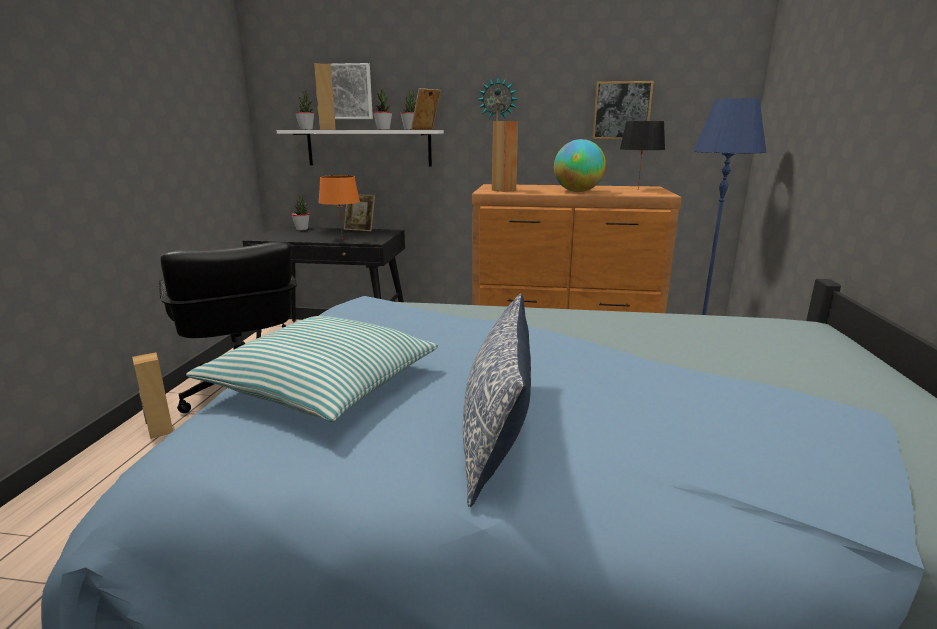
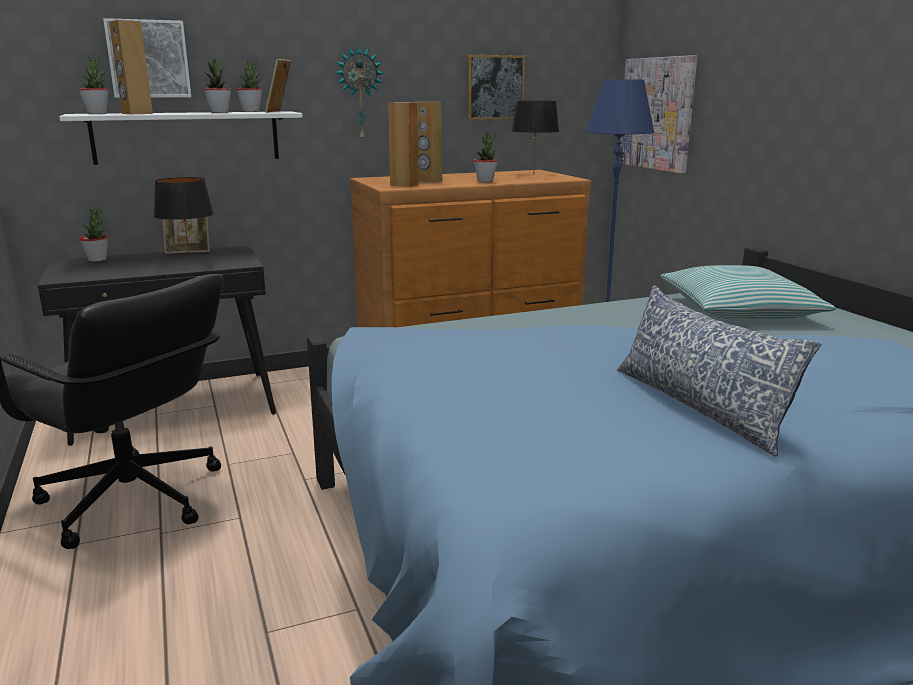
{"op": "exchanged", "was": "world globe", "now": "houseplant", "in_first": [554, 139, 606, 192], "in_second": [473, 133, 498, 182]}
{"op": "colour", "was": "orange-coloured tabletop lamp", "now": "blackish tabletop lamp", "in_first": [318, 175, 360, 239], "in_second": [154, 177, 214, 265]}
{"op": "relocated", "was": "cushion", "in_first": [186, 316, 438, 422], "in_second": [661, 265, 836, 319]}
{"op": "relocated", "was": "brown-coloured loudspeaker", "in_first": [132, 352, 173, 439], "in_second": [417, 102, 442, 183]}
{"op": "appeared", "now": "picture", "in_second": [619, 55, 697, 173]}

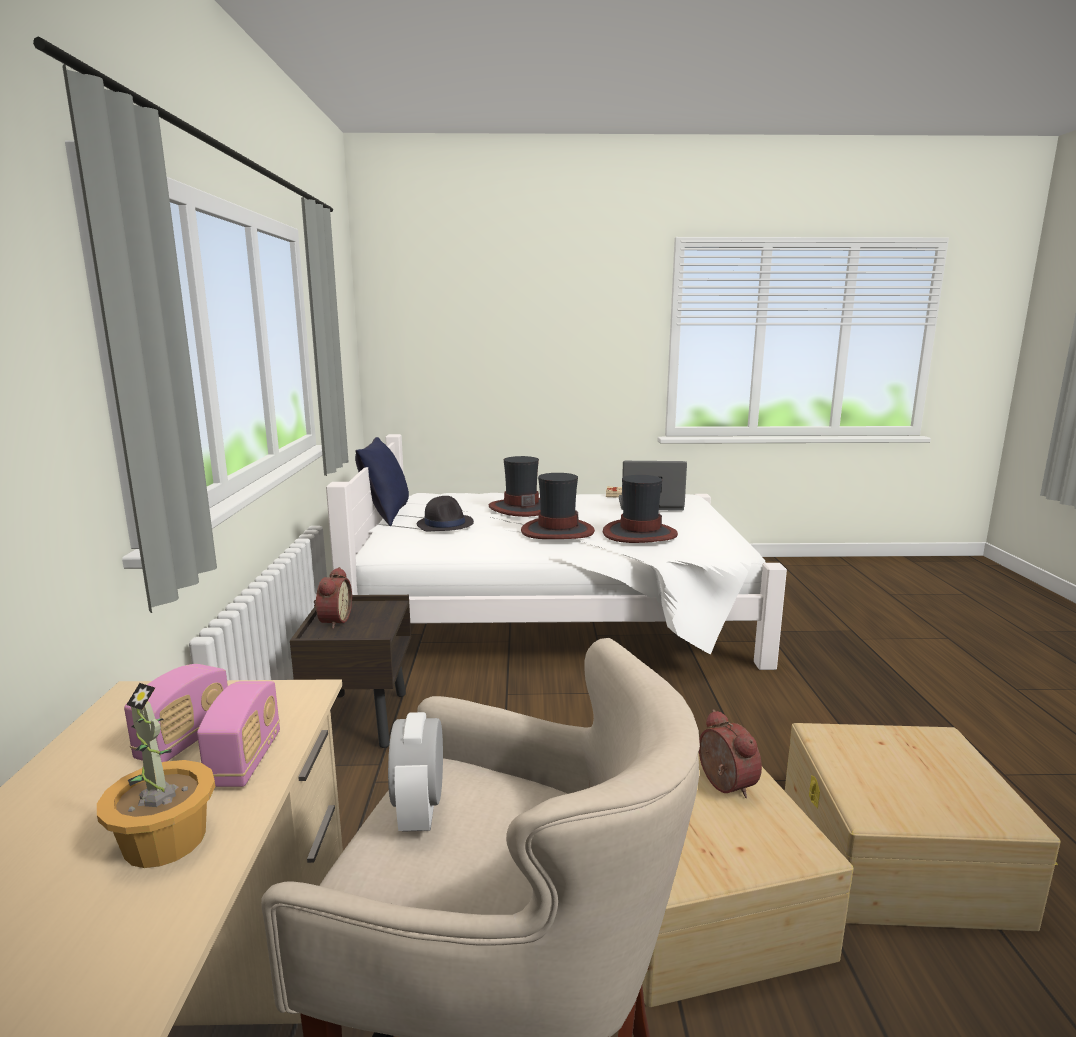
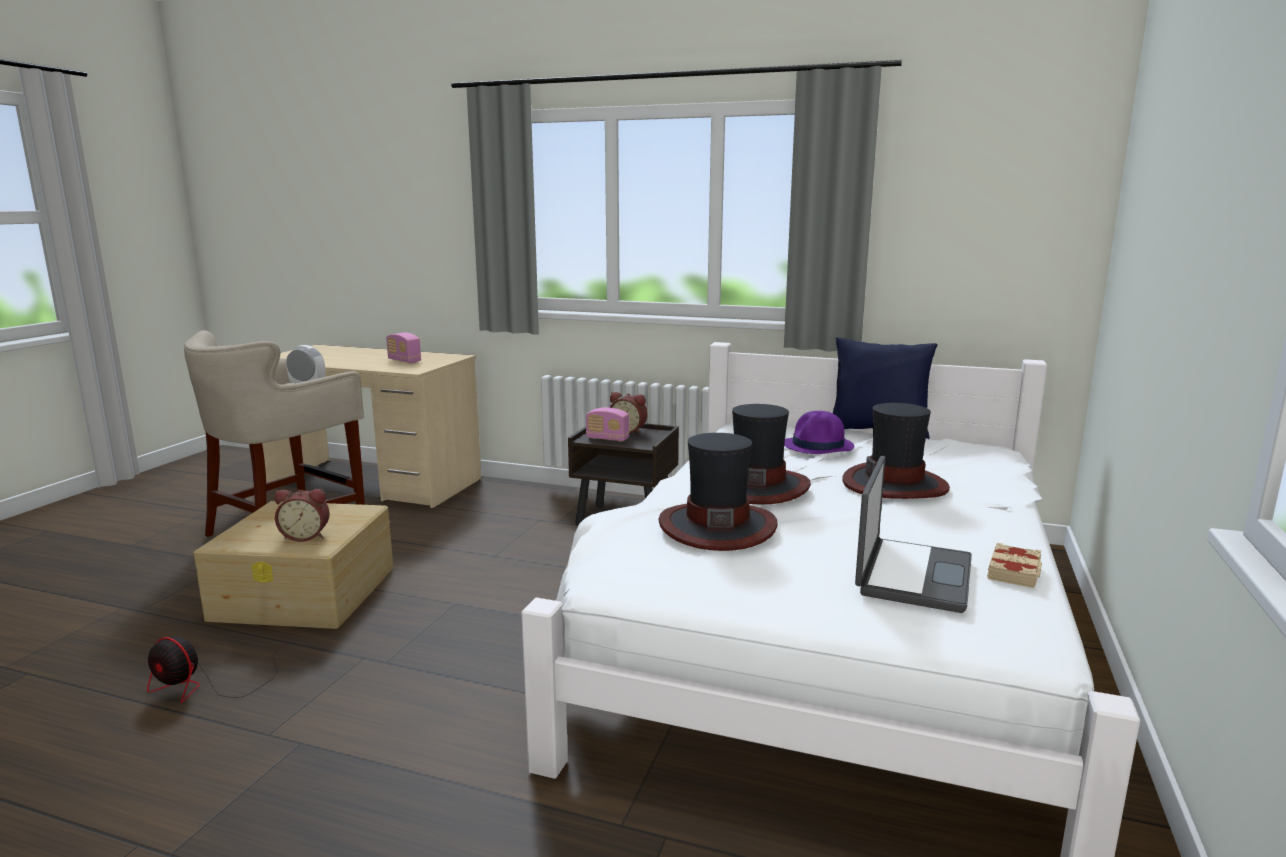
{"op": "colour", "was": "blackish clothing hat", "now": "purple-coloured clothing hat", "in_first": [417, 496, 474, 532], "in_second": [784, 411, 854, 454]}
{"op": "relocated", "was": "radio", "in_first": [197, 681, 280, 787], "in_second": [586, 407, 629, 442]}
{"op": "missing", "was": "houseplant", "in_first": [97, 683, 215, 868]}
{"op": "exchanged", "was": "beige storage container", "now": "electric fan", "in_first": [785, 723, 1061, 931], "in_second": [147, 636, 289, 703]}

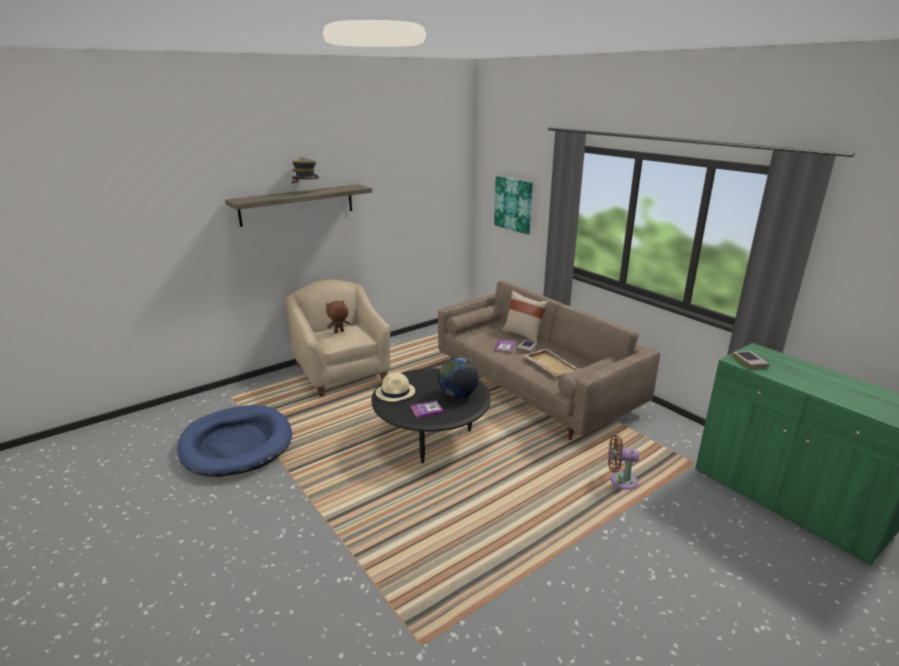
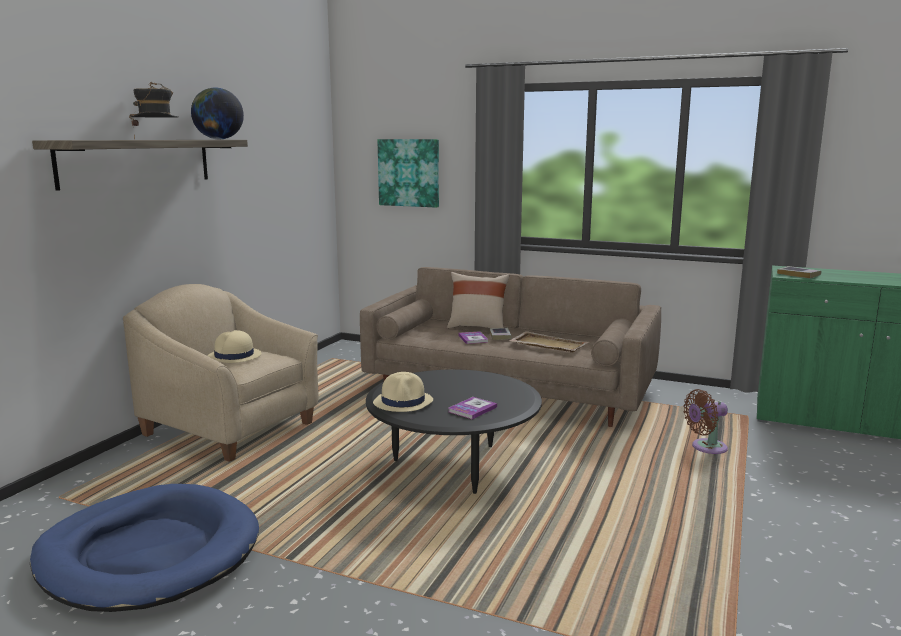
{"op": "exchanged", "was": "brown-coloured cuddly toy", "now": "beige clothing hat", "in_first": [326, 300, 350, 333], "in_second": [207, 330, 262, 363]}
{"op": "relocated", "was": "world globe", "in_first": [438, 358, 479, 398], "in_second": [191, 88, 244, 139]}

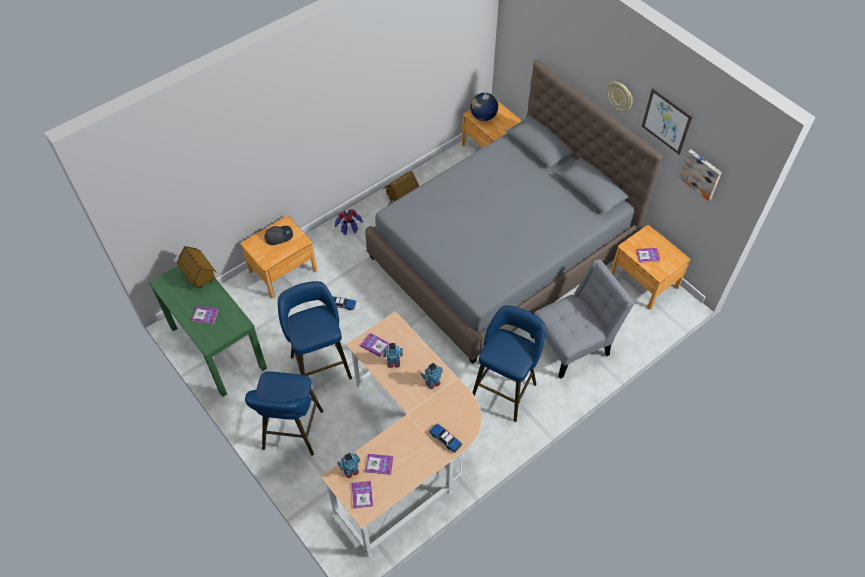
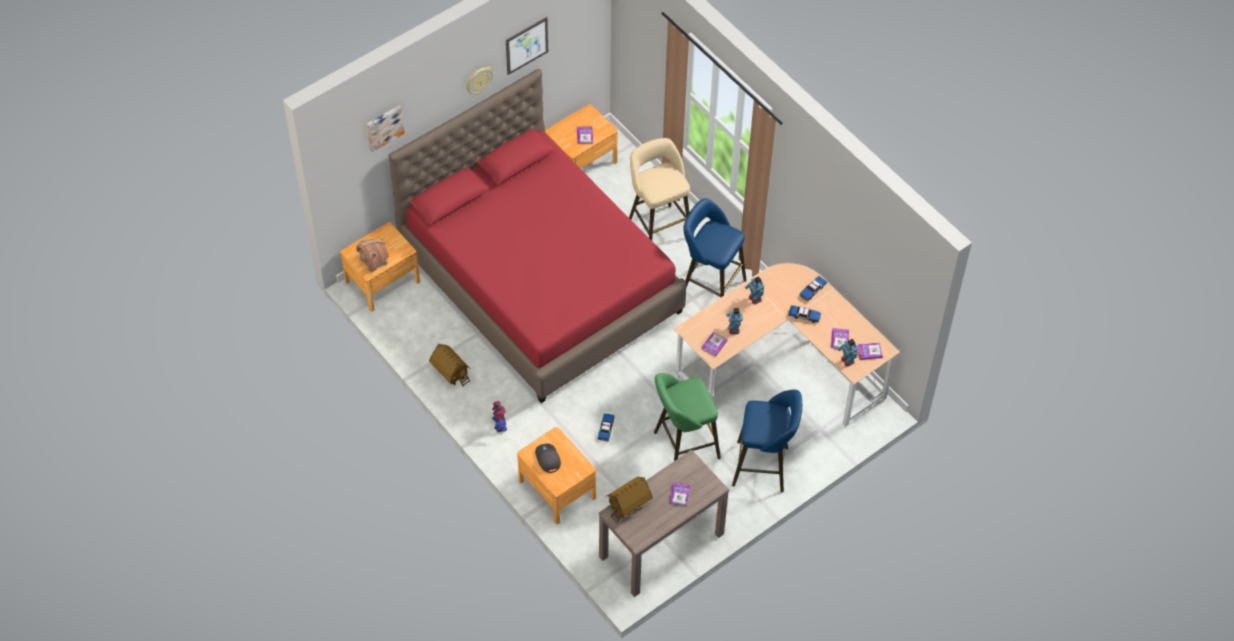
{"op": "colour", "was": "gray sleeping bed", "now": "red-coloured sleeping bed", "in_first": [365, 60, 663, 364], "in_second": [389, 69, 687, 403]}
{"op": "exchanged", "was": "world globe", "now": "miniature house", "in_first": [470, 93, 498, 121], "in_second": [356, 239, 389, 274]}
{"op": "relocated", "was": "picture", "in_first": [679, 149, 722, 201], "in_second": [366, 105, 405, 152]}
{"op": "exchanged", "was": "gray chair", "now": "beige stool", "in_first": [530, 259, 635, 379], "in_second": [629, 138, 690, 241]}
{"op": "colour", "was": "greenish hall table", "now": "brown-coloured hall table", "in_first": [149, 265, 267, 397], "in_second": [599, 449, 729, 597]}
{"op": "colour", "was": "bluish stool", "now": "greenish stool", "in_first": [278, 281, 352, 380], "in_second": [654, 373, 721, 461]}
{"op": "appeared", "now": "miniature car", "in_second": [788, 305, 821, 323]}

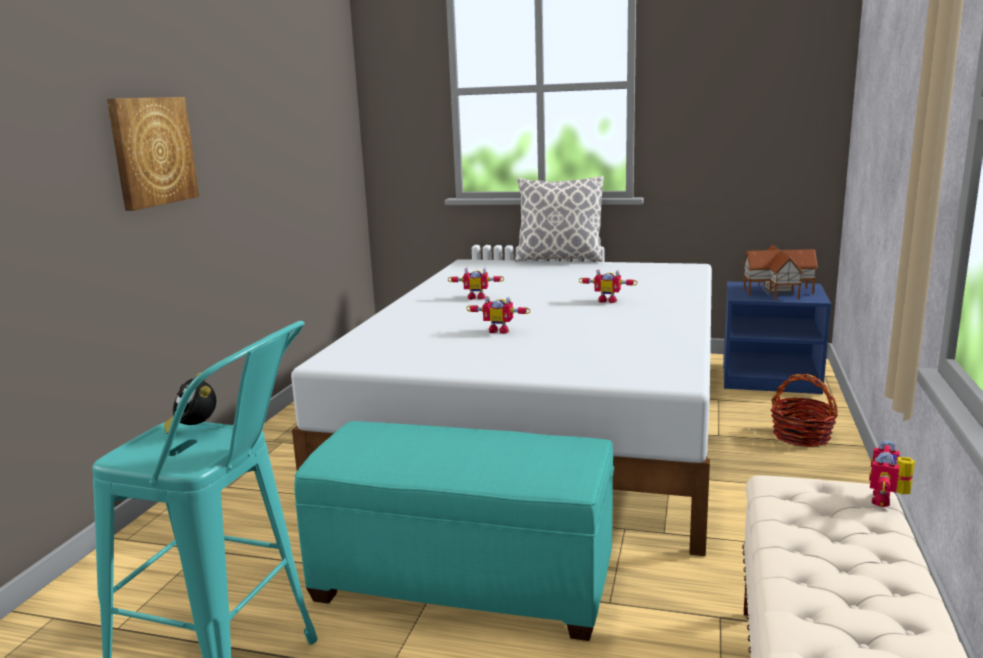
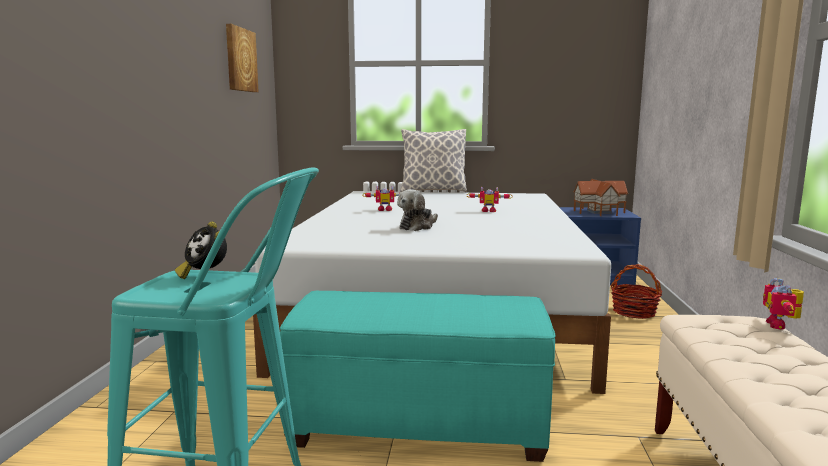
{"op": "relocated", "was": "picture", "in_first": [107, 97, 199, 211], "in_second": [226, 24, 259, 92]}
{"op": "exchanged", "was": "robot figure", "now": "cuddly toy", "in_first": [466, 296, 530, 334], "in_second": [397, 189, 438, 231]}

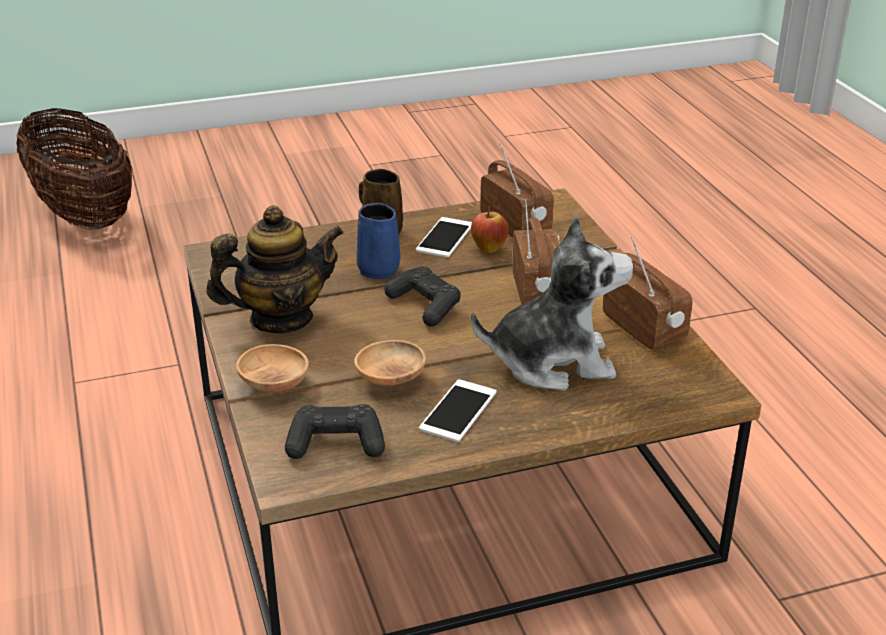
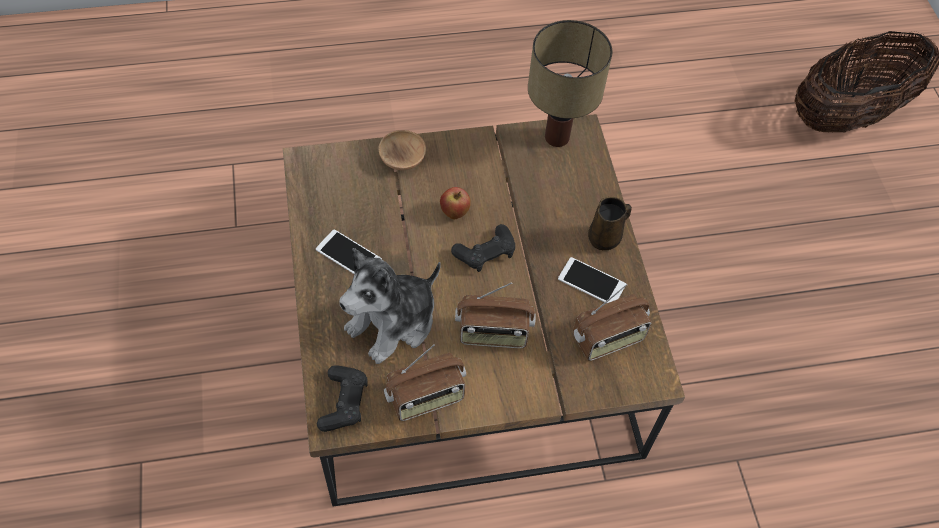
{"op": "missing", "was": "bluish tea mug", "in_first": [357, 203, 400, 279]}
{"op": "missing", "was": "teapot", "in_first": [206, 205, 344, 333]}
{"op": "relocated", "was": "apple fruit", "in_first": [471, 206, 509, 253], "in_second": [440, 187, 471, 219]}
{"op": "spun", "was": "cuddly toy", "in_first": [471, 215, 634, 391], "in_second": [340, 248, 441, 364], "clockwise": 45}
{"op": "missing", "was": "brown-coloured serving bowl", "in_first": [354, 340, 426, 386]}
{"op": "relocated", "was": "blackish game controller", "in_first": [285, 404, 385, 459], "in_second": [317, 365, 368, 432]}
{"op": "appeared", "now": "tabletop lamp", "in_second": [528, 20, 612, 147]}

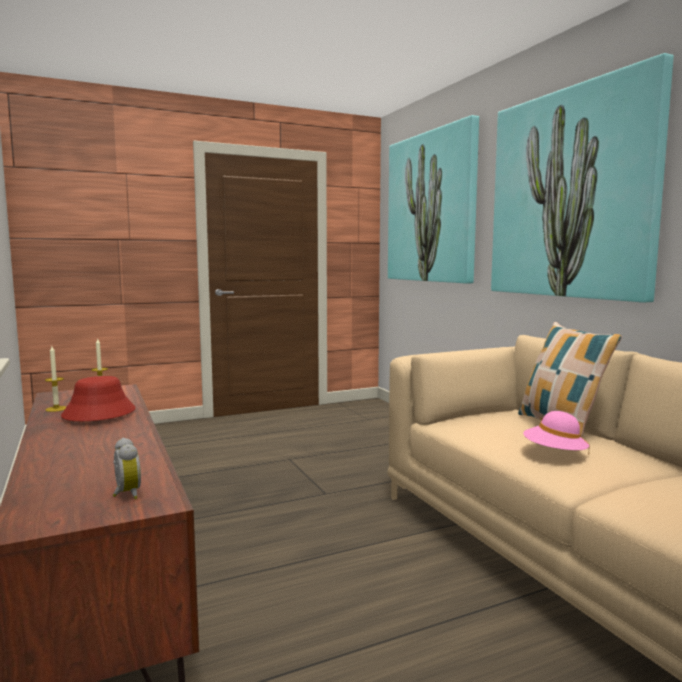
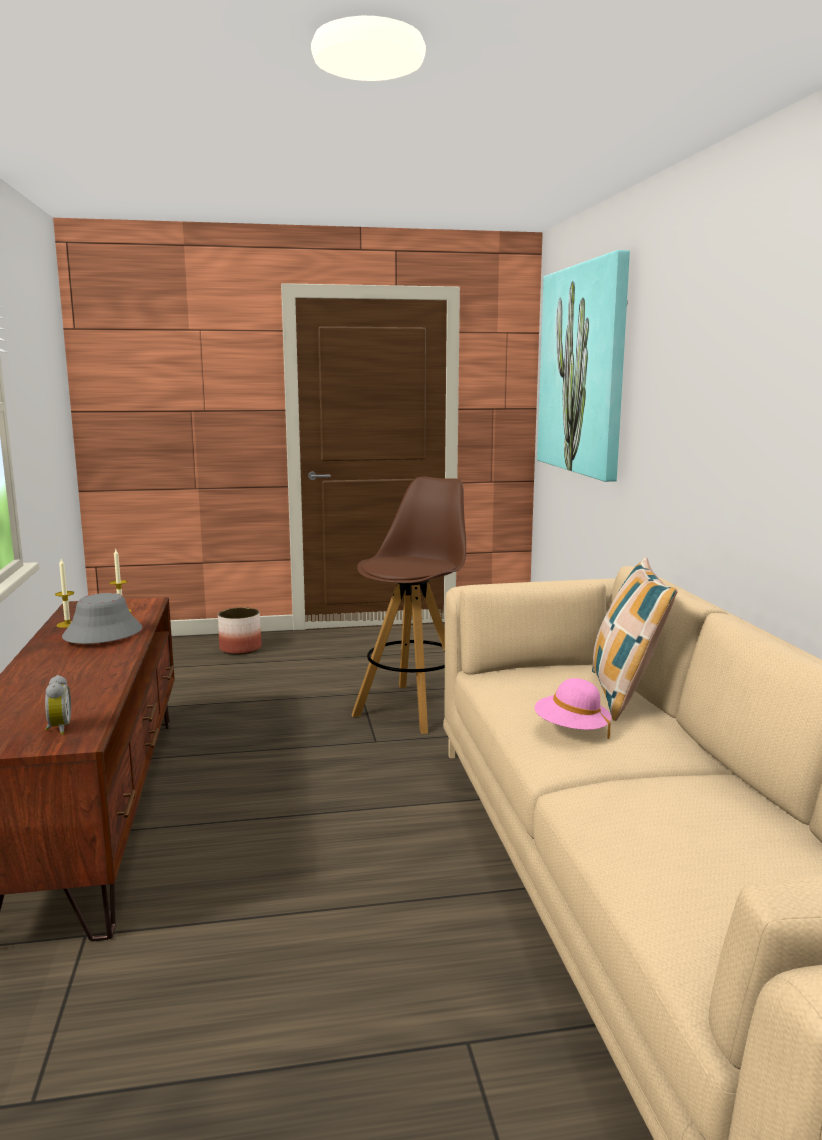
{"op": "missing", "was": "picture", "in_first": [491, 53, 674, 303]}
{"op": "colour", "was": "red-coloured clothing hat", "now": "gray clothing hat", "in_first": [61, 376, 136, 421], "in_second": [62, 593, 142, 644]}
{"op": "appeared", "now": "brown-coloured stool", "in_second": [352, 476, 466, 734]}
{"op": "appeared", "now": "planter", "in_second": [218, 607, 262, 655]}

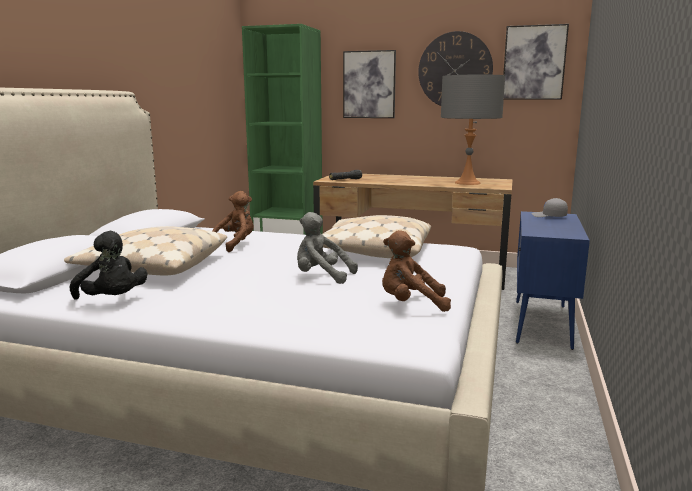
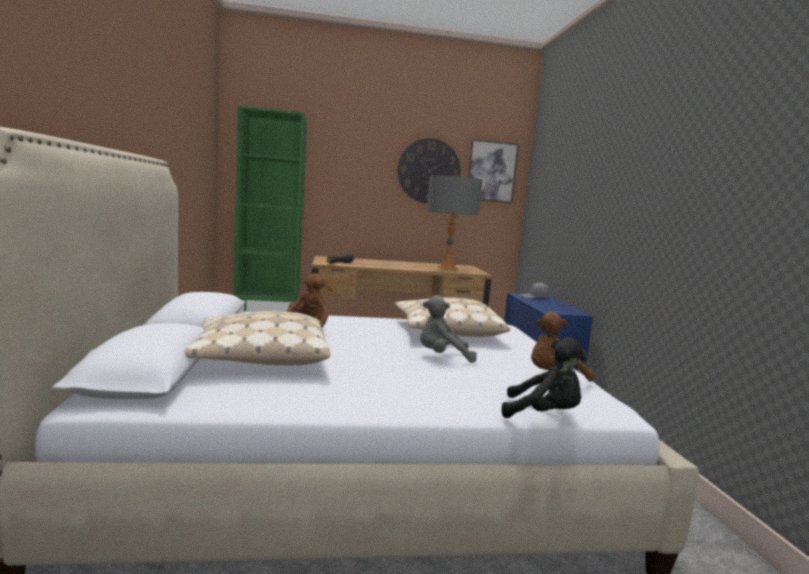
{"op": "missing", "was": "picture", "in_first": [343, 50, 396, 118]}
{"op": "relocated", "was": "blackish cuddly toy", "in_first": [70, 231, 148, 300], "in_second": [502, 337, 587, 418]}

